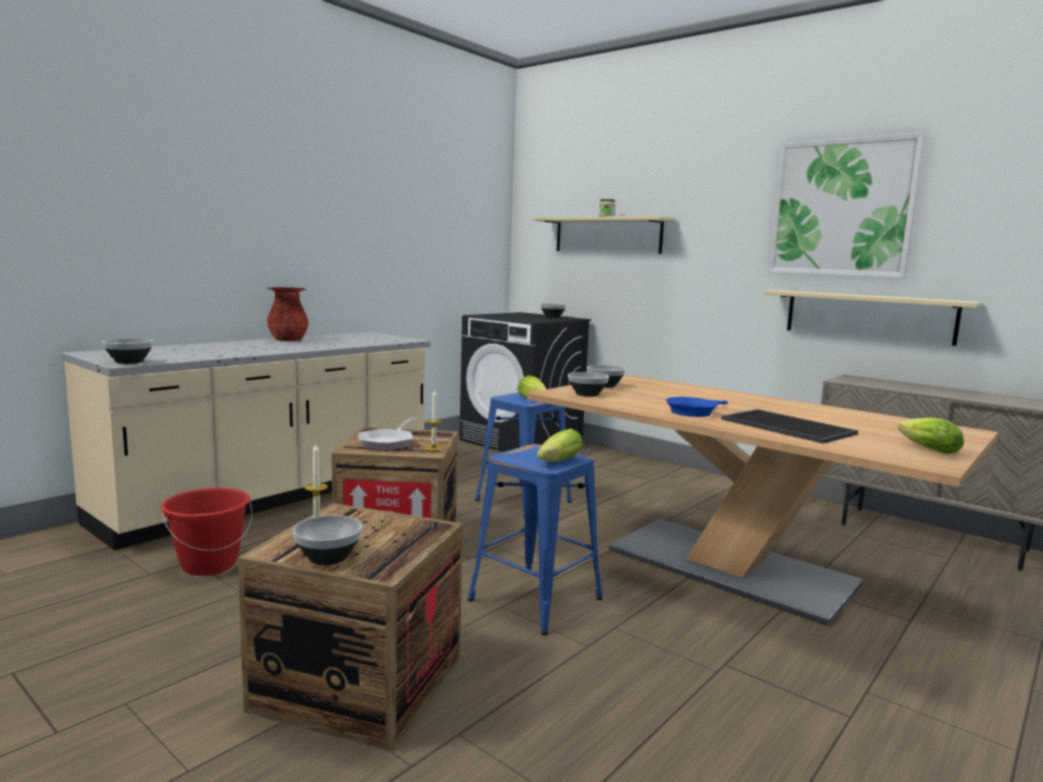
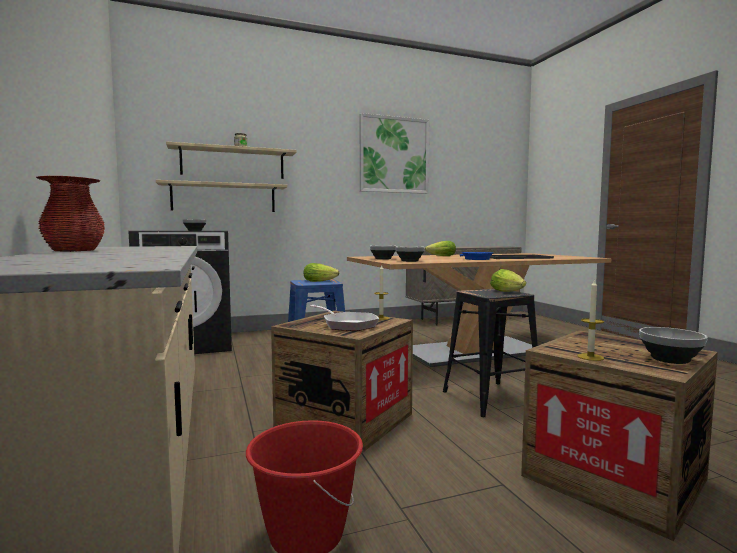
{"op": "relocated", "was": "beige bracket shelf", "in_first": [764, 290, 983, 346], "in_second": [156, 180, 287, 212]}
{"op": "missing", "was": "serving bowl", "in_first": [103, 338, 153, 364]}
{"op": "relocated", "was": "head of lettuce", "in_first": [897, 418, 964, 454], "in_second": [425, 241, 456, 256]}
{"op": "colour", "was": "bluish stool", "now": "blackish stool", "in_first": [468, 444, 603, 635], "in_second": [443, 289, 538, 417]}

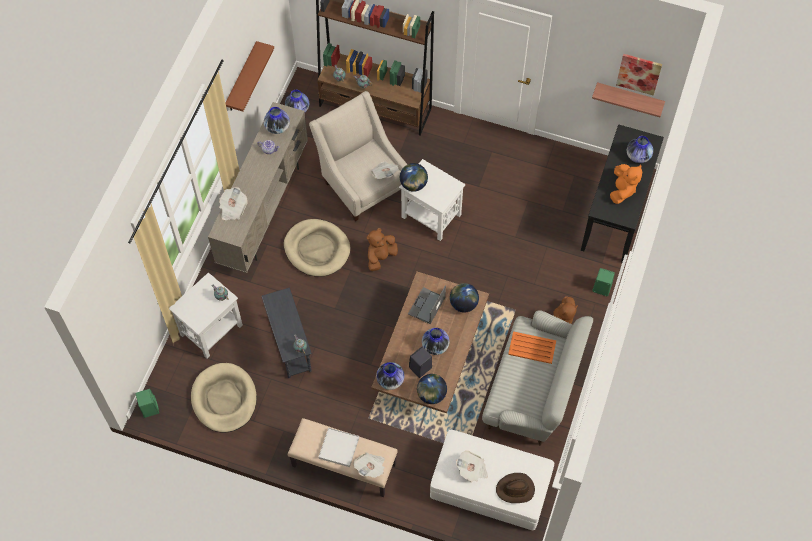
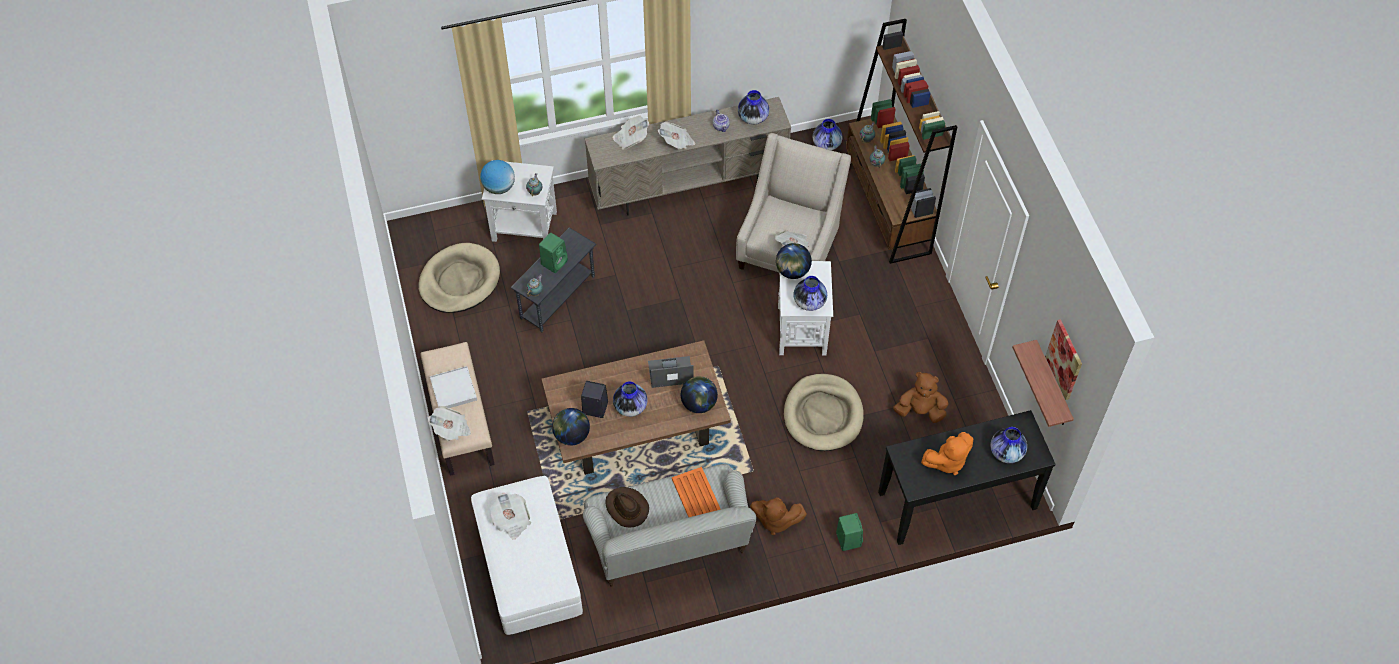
{"op": "missing", "was": "brown-coloured bracket shelf", "in_first": [225, 41, 274, 112]}
{"op": "relocated", "was": "beige dog bed", "in_first": [284, 219, 350, 277], "in_second": [784, 374, 864, 451]}
{"op": "relocated", "was": "brown-coloured cuddly toy", "in_first": [367, 228, 398, 271], "in_second": [893, 372, 949, 423]}
{"op": "relocated", "was": "flower vase", "in_first": [376, 362, 404, 390], "in_second": [793, 276, 827, 311]}
{"op": "relocated", "was": "greenish loudspeaker", "in_first": [136, 389, 159, 418], "in_second": [539, 233, 568, 273]}
{"op": "relocated", "was": "brown-coloured clothing hat", "in_first": [496, 473, 535, 503], "in_second": [605, 487, 649, 527]}
{"op": "appeared", "now": "newspaper", "in_second": [658, 122, 695, 149]}
{"op": "appeared", "now": "world globe", "in_second": [480, 160, 515, 194]}

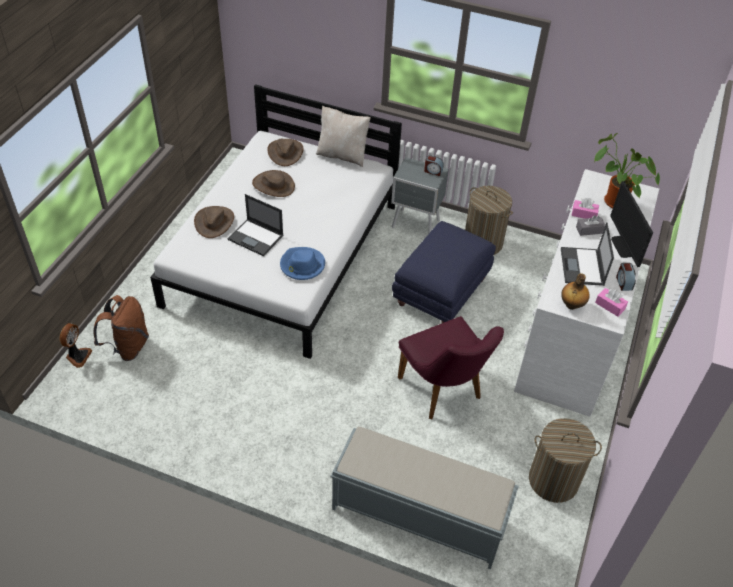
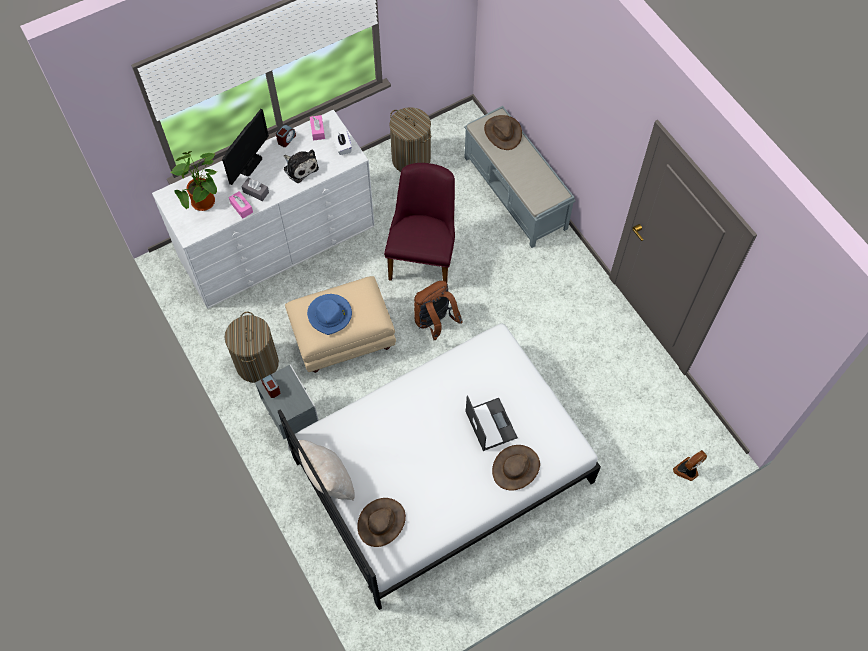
{"op": "relocated", "was": "brown-coloured clothing hat", "in_first": [252, 170, 295, 197], "in_second": [484, 115, 522, 150]}
{"op": "colour", "was": "bluish footrest", "now": "beige footrest", "in_first": [392, 221, 496, 323], "in_second": [285, 276, 396, 373]}
{"op": "exchanged", "was": "laptop", "now": "cuddly toy", "in_first": [561, 222, 614, 286], "in_second": [283, 149, 319, 183]}
{"op": "relocated", "was": "bluish clothing hat", "in_first": [280, 247, 325, 280], "in_second": [307, 294, 352, 335]}
{"op": "exchanged", "was": "bottle", "now": "white tissue holder", "in_first": [561, 273, 589, 310], "in_second": [333, 129, 352, 155]}
{"op": "relocated", "was": "brown-coloured rucksack", "in_first": [94, 295, 149, 361], "in_second": [414, 281, 463, 340]}

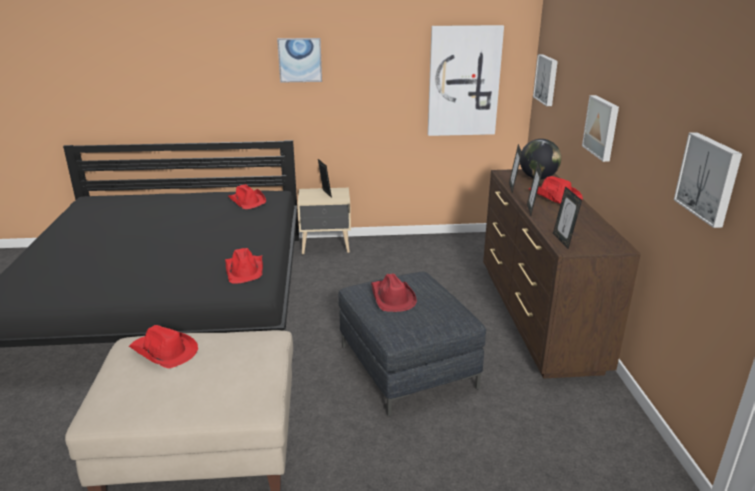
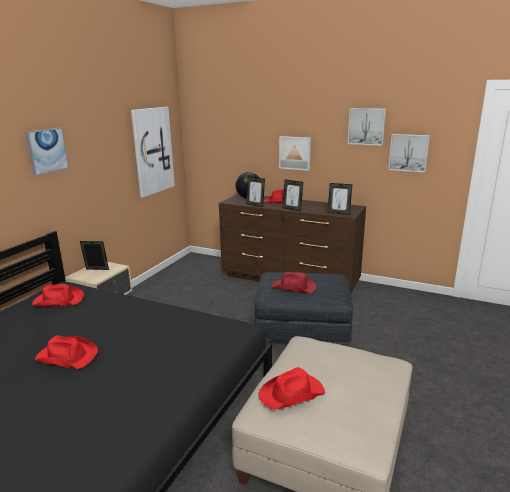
{"op": "relocated", "was": "picture", "in_first": [533, 54, 558, 106], "in_second": [348, 108, 386, 146]}
{"op": "relocated", "was": "red-coloured clothing hat", "in_first": [225, 248, 263, 284], "in_second": [35, 335, 98, 369]}

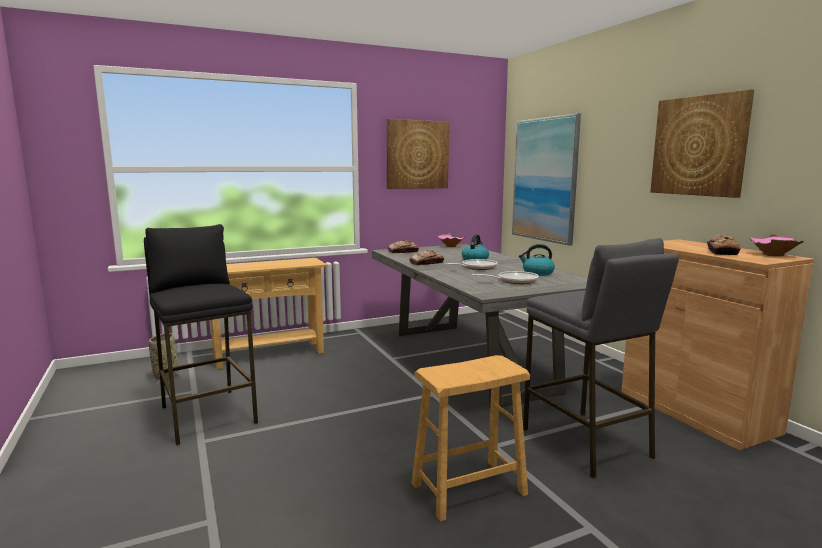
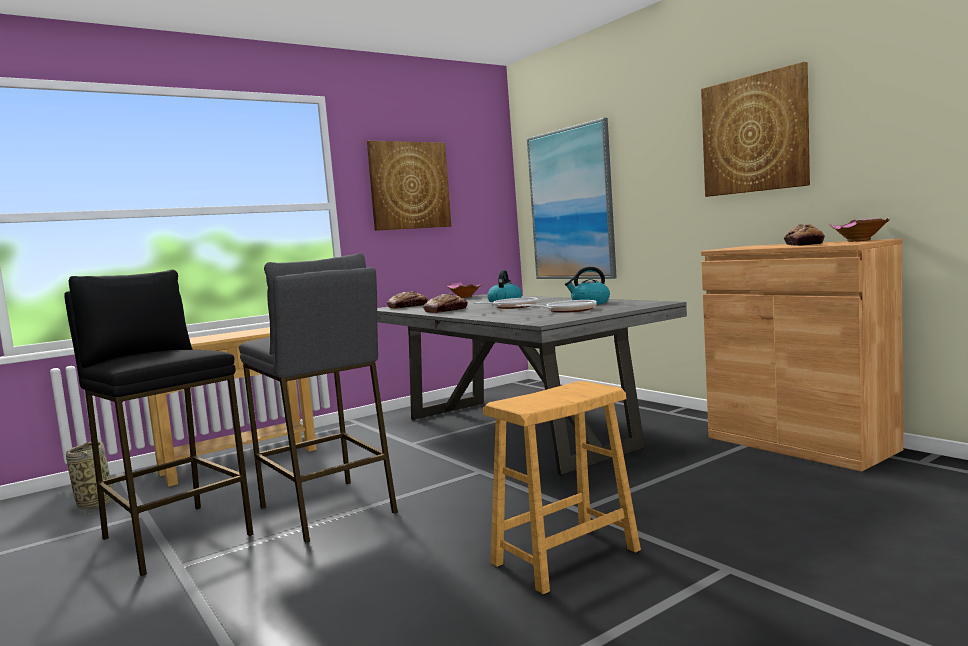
{"op": "relocated", "was": "gray stool", "in_first": [523, 238, 679, 479], "in_second": [239, 253, 398, 543]}

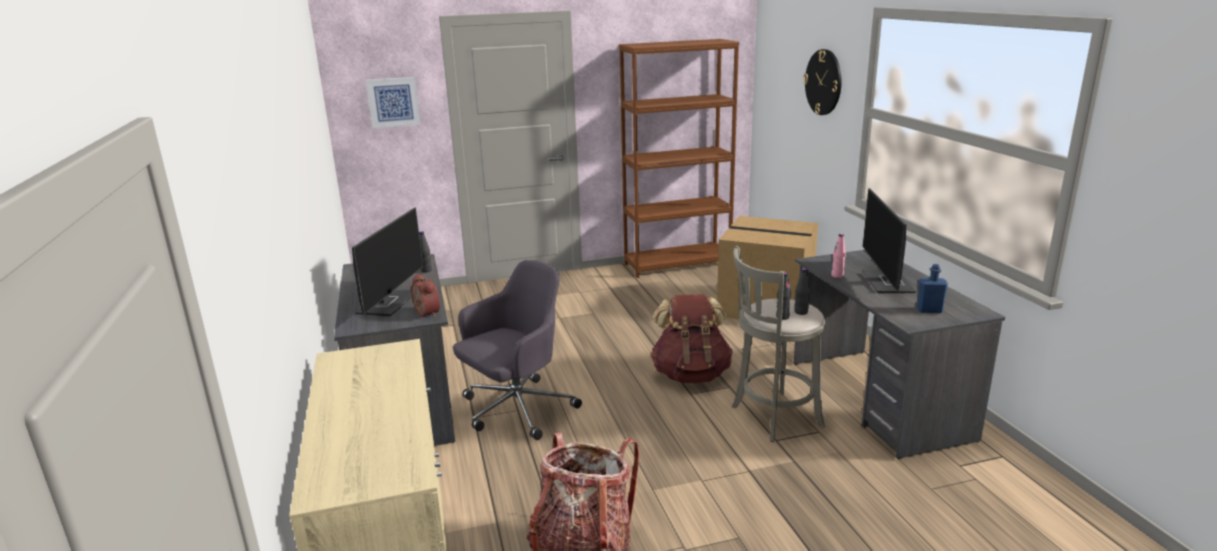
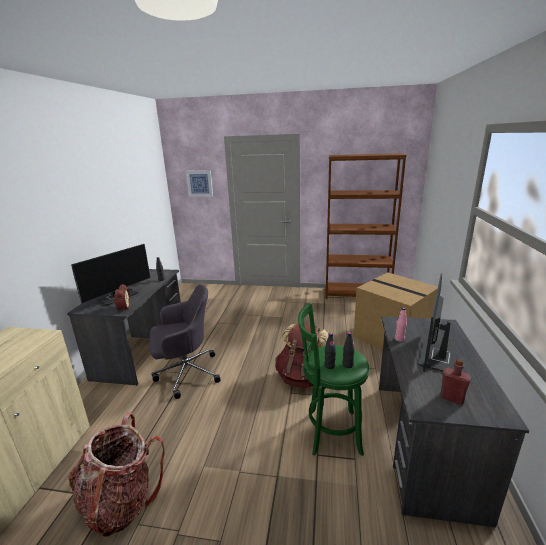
{"op": "missing", "was": "clock on the wall", "in_first": [803, 49, 842, 115]}
{"op": "colour", "was": "gray stool", "now": "greenish stool", "in_first": [732, 246, 825, 442], "in_second": [298, 303, 370, 456]}
{"op": "colour", "was": "bluish bottle", "now": "red-coloured bottle", "in_first": [917, 264, 948, 313], "in_second": [440, 359, 471, 405]}

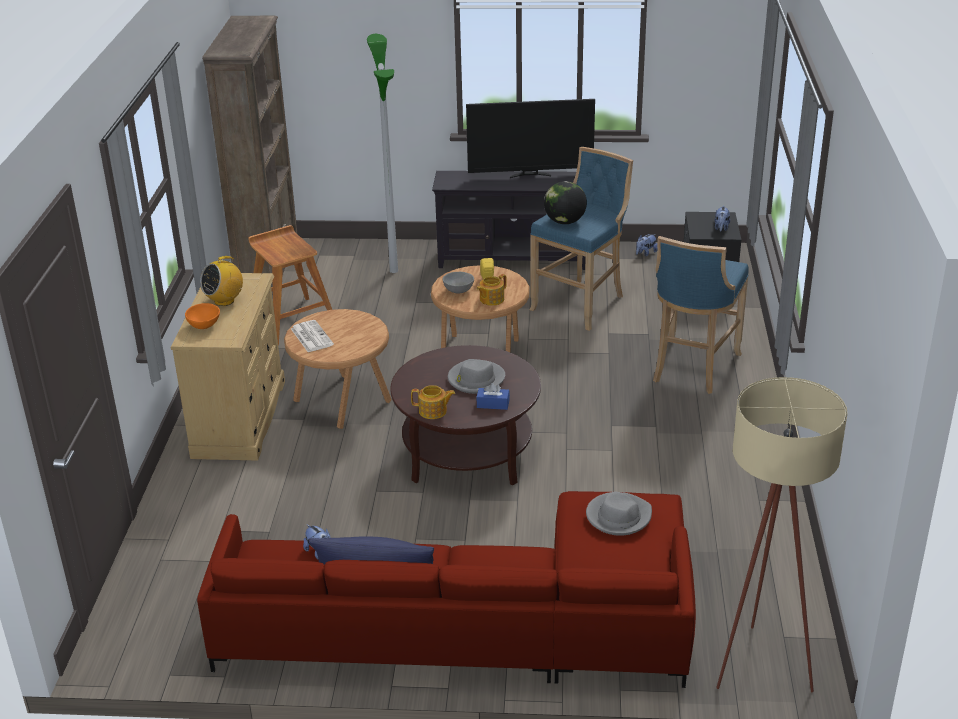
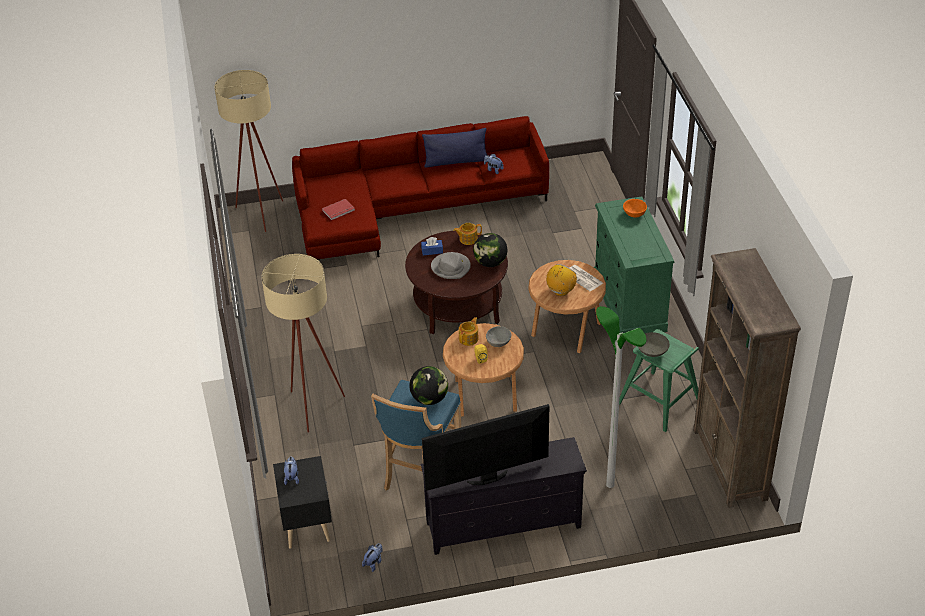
{"op": "colour", "was": "brown-coloured stool", "now": "greenish stool", "in_first": [248, 225, 332, 346], "in_second": [619, 329, 699, 432]}
{"op": "exchanged", "was": "bluish stool", "now": "beige floor lamp", "in_first": [653, 236, 749, 394], "in_second": [262, 254, 345, 433]}
{"op": "relocated", "was": "radio", "in_first": [200, 255, 243, 306], "in_second": [546, 264, 577, 296]}
{"op": "colour", "was": "beige dresser", "now": "greenish dresser", "in_first": [171, 273, 285, 461], "in_second": [594, 196, 674, 333]}
{"op": "exchanged", "was": "gray clothing hat", "now": "red-coloured book", "in_first": [586, 492, 652, 536], "in_second": [322, 199, 355, 220]}
{"op": "appeared", "now": "world globe", "in_second": [473, 233, 507, 267]}
{"op": "appeared", "now": "gray serving bowl", "in_second": [638, 332, 670, 357]}

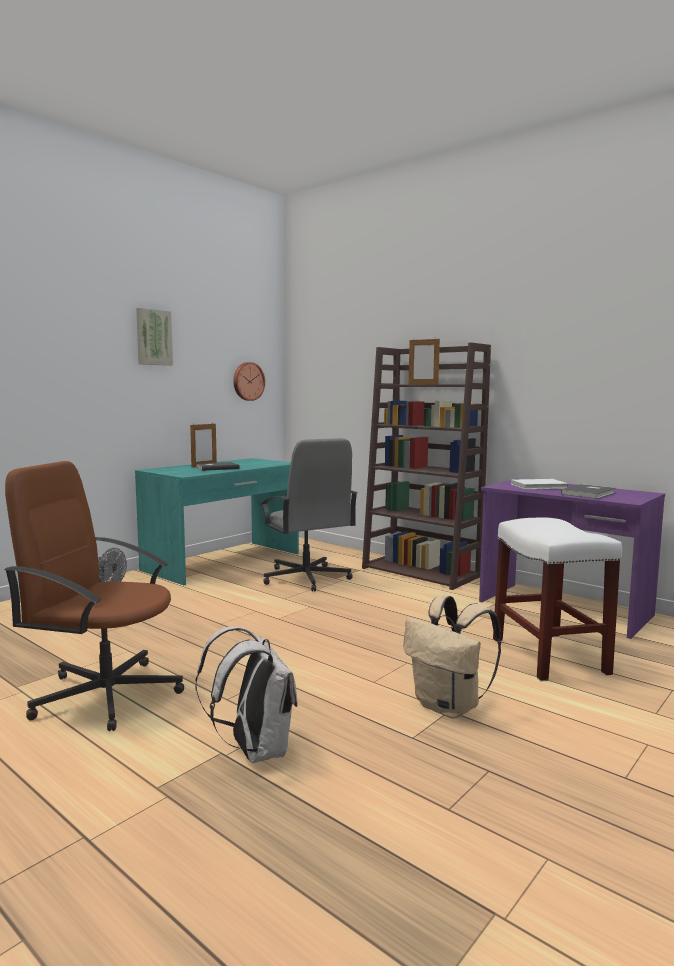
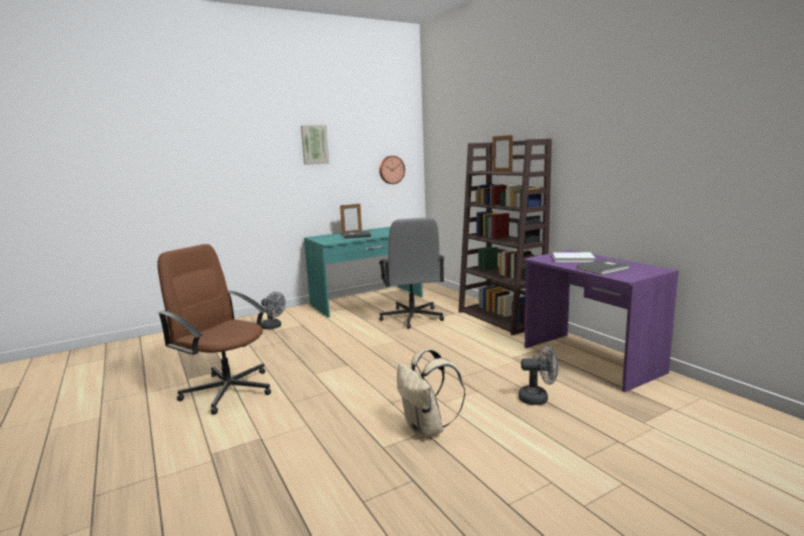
{"op": "exchanged", "was": "white stool", "now": "gray electric fan", "in_first": [493, 517, 622, 681], "in_second": [518, 346, 559, 405]}
{"op": "missing", "was": "white rucksack", "in_first": [195, 626, 297, 763]}

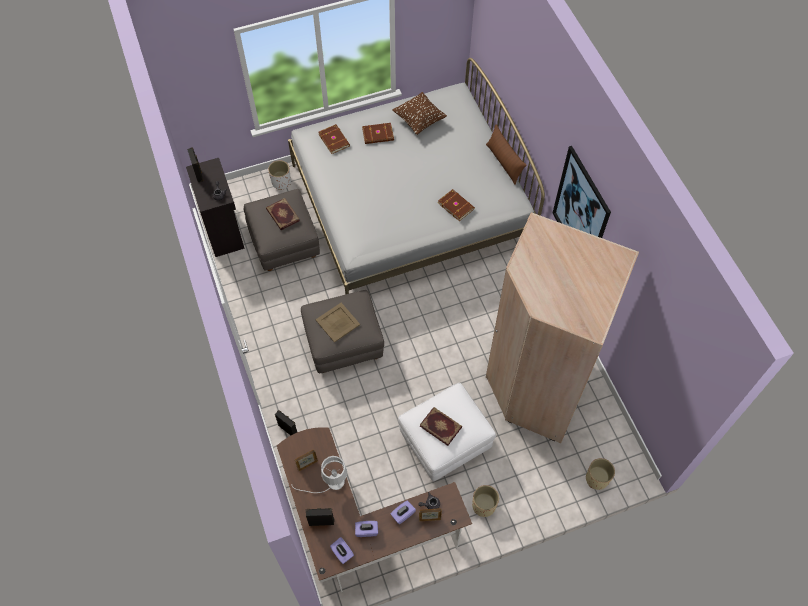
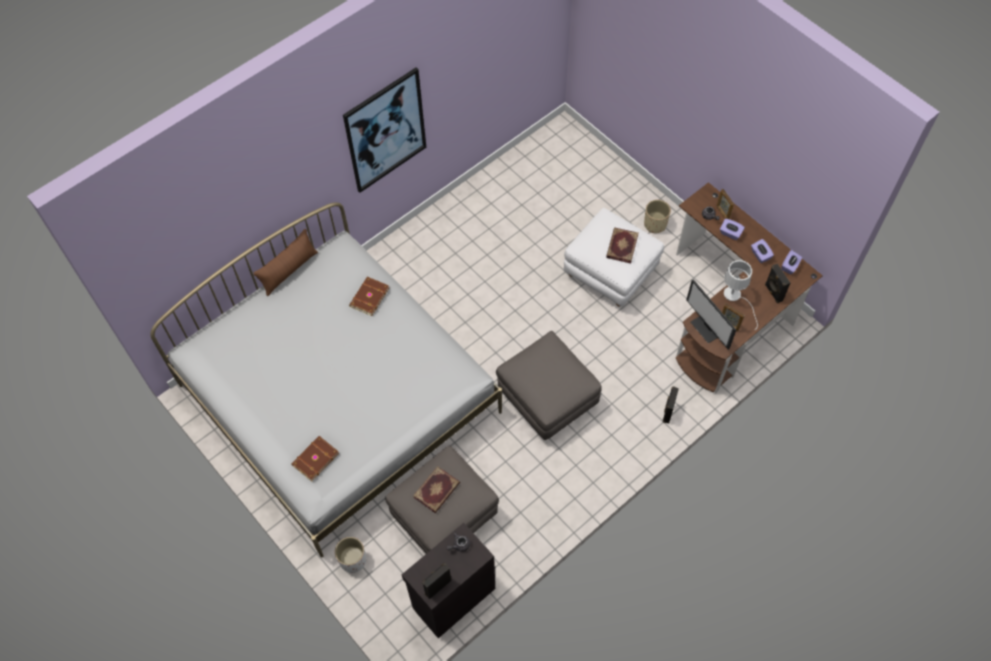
{"op": "missing", "was": "brown-coloured cushion", "in_first": [393, 92, 447, 135]}
{"op": "missing", "was": "brown-coloured book", "in_first": [362, 123, 394, 144]}
{"op": "missing", "was": "beige clothes cupboard", "in_first": [486, 212, 639, 443]}
{"op": "missing", "was": "beige carrying tray", "in_first": [315, 303, 360, 343]}
{"op": "missing", "was": "beige planter", "in_first": [586, 458, 615, 490]}
{"op": "appeared", "now": "computer display", "in_second": [686, 279, 737, 349]}

